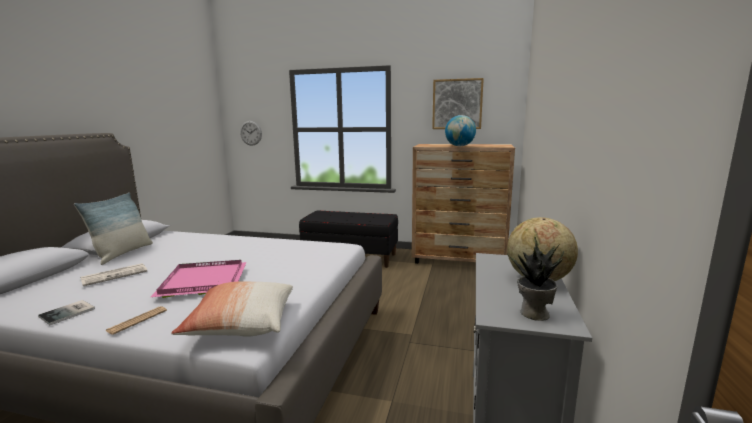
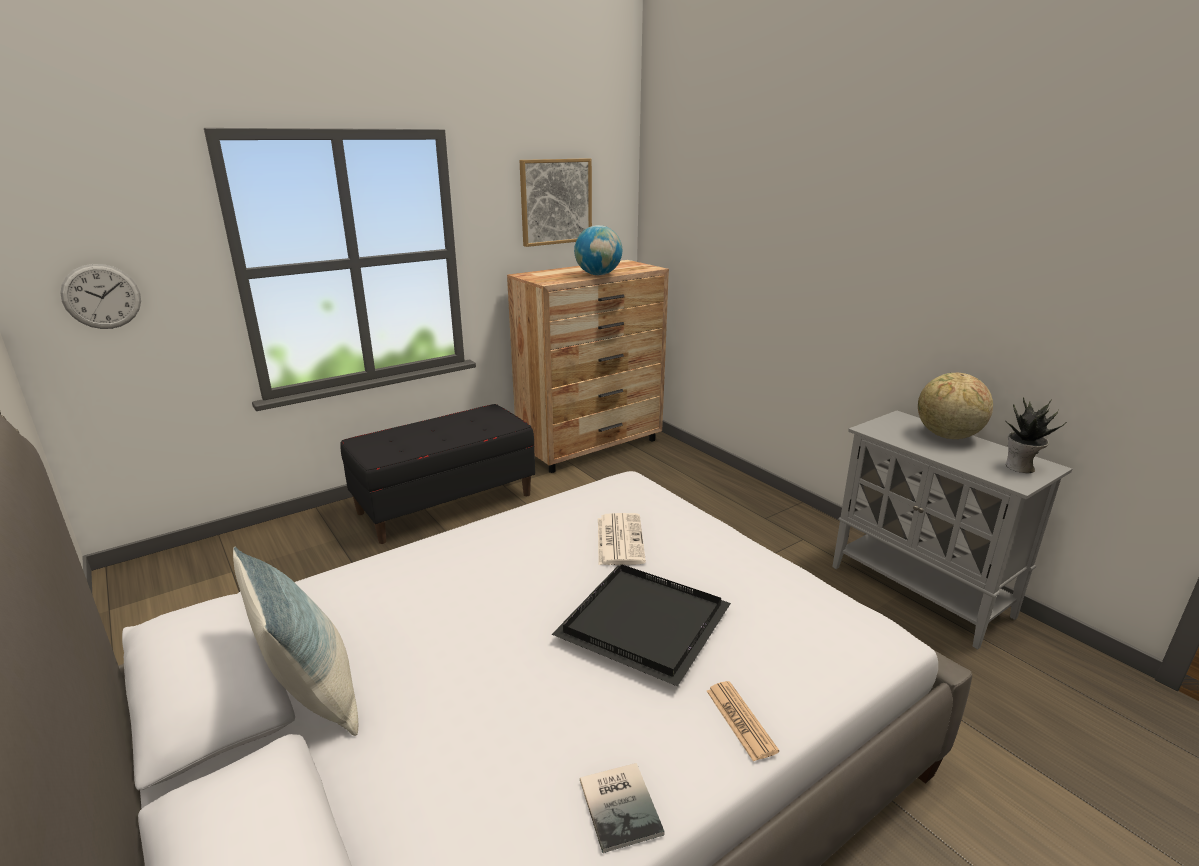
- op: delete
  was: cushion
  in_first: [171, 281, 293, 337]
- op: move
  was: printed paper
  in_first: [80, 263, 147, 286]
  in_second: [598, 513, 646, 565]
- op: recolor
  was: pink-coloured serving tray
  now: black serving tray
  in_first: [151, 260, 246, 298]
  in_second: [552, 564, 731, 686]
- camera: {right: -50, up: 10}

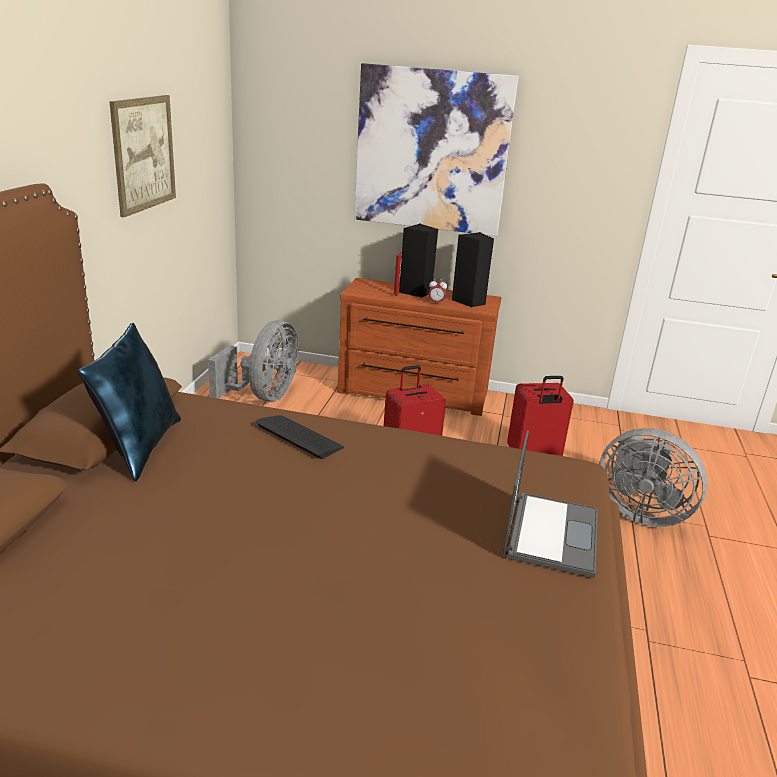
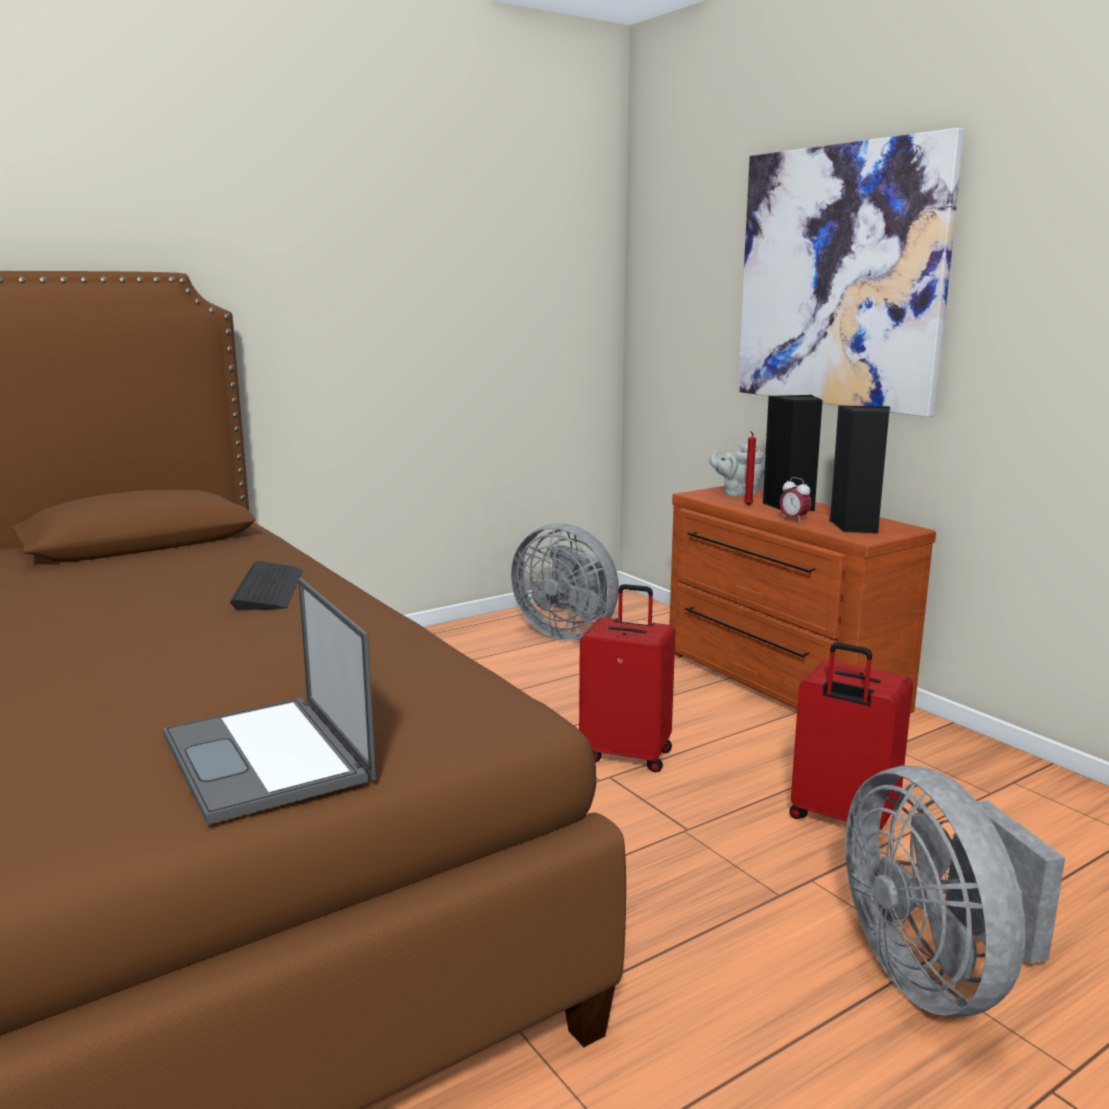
- op: delete
  was: bluish cushion
  in_first: [78, 323, 181, 481]
- op: delete
  was: picture
  in_first: [110, 95, 176, 217]
- op: insert
  now: gray teapot
  in_second: [709, 444, 765, 496]
- op: rotate
  was: gray cooling fan
  in_first: [208, 320, 299, 401]
  in_second: [511, 523, 619, 641]
  clockwise: 60
- op: rotate
  was: laptop
  in_first: [502, 430, 598, 578]
  in_second: [163, 578, 376, 825]
  clockwise: 90
- camera: {right: 45, up: -10}

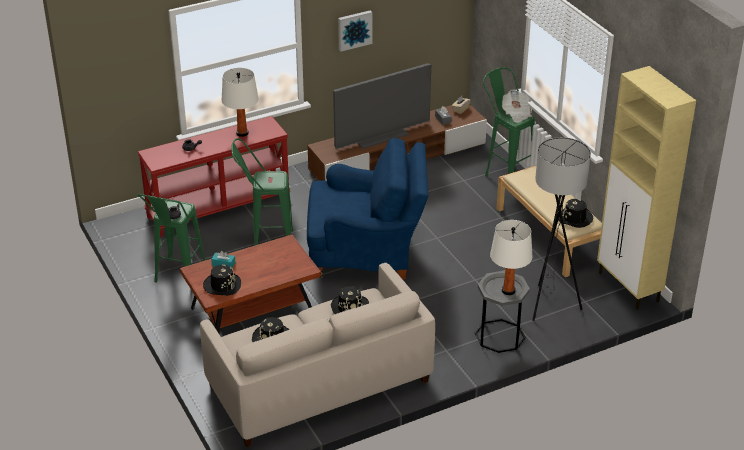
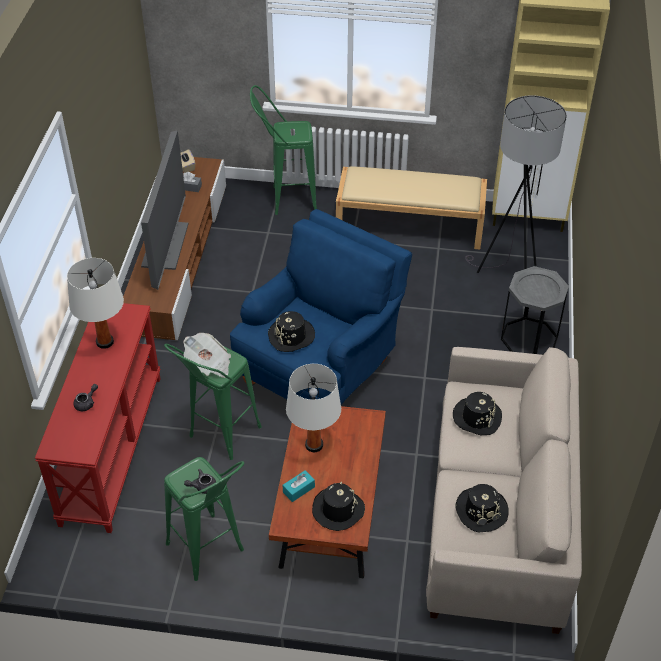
- op: delete
  was: picture
  in_first: [338, 10, 372, 52]
- op: move
  was: whitish tabletop lamp
  in_first: [490, 220, 532, 295]
  in_second: [286, 364, 341, 452]
- op: move
  was: printed paper
  in_first: [502, 90, 532, 123]
  in_second: [183, 333, 231, 378]
- op: move
  was: black hat
  in_first: [558, 198, 593, 228]
  in_second: [268, 311, 315, 352]
- camera: {right: -55, up: 10}

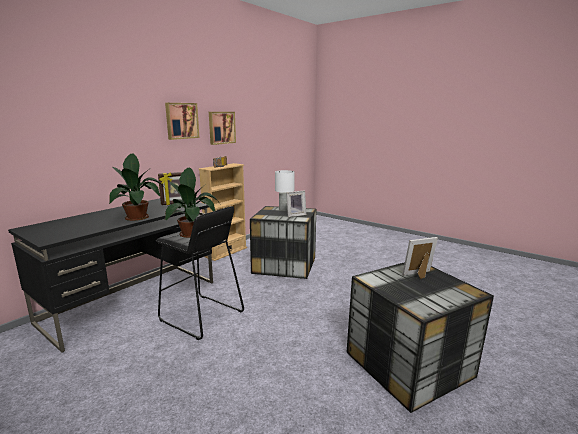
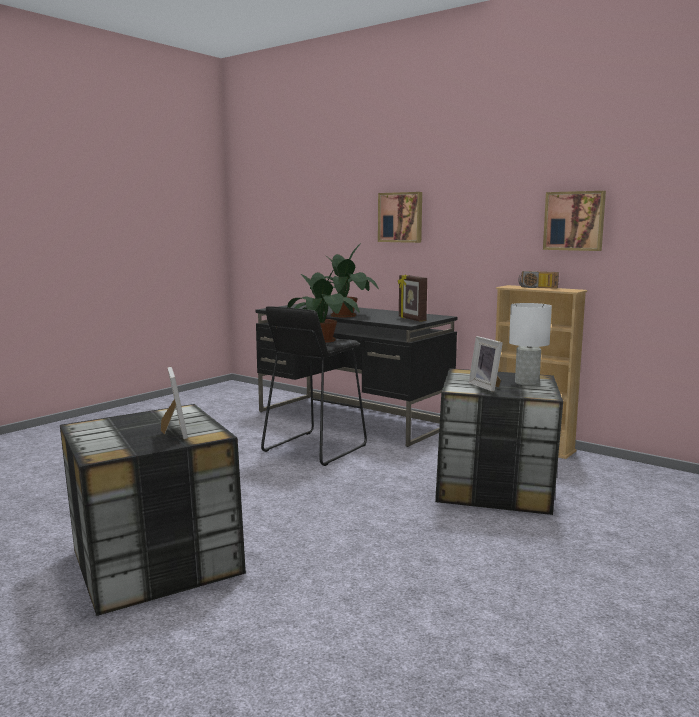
- op: move
  was: picture
  in_first: [165, 103, 199, 140]
  in_second: [378, 192, 422, 243]
- camera: {right: 90, up: -5}

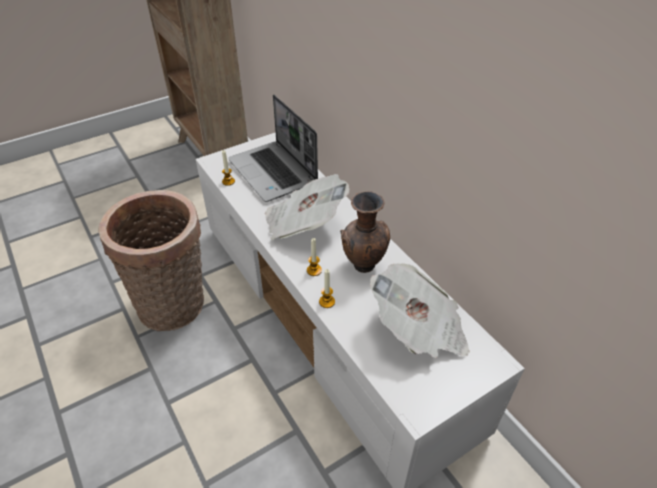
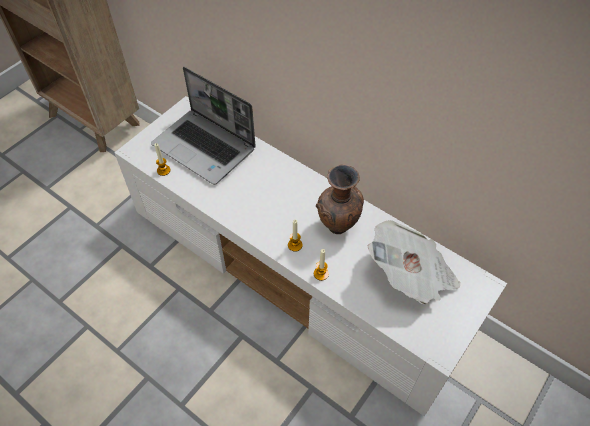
- op: delete
  was: basket
  in_first: [98, 190, 204, 331]
- op: delete
  was: printed paper
  in_first: [265, 174, 350, 240]
- camera: {right: -20, up: 10}

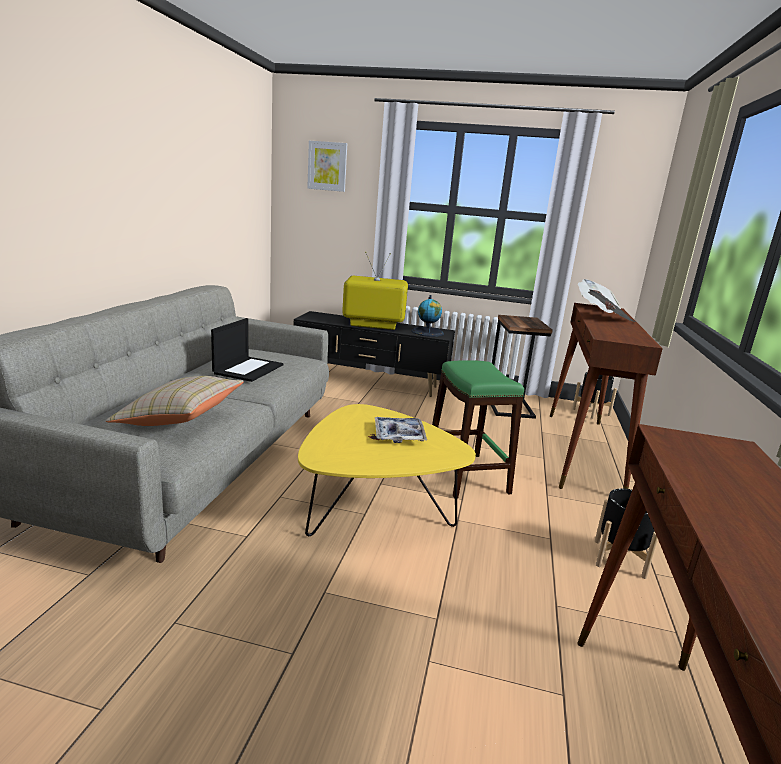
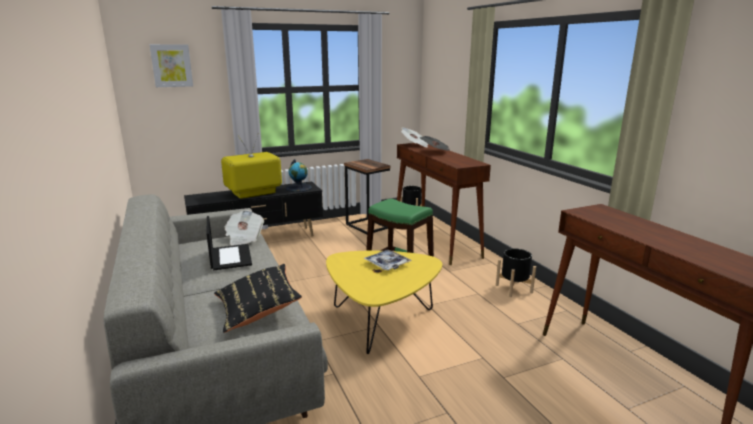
- op: insert
  now: printed paper
  in_second: [224, 210, 264, 246]
- op: recolor
  was: beige cushion
  now: black cushion
  in_first: [106, 376, 244, 426]
  in_second: [214, 264, 302, 333]
- camera: {right: -35, up: 0}

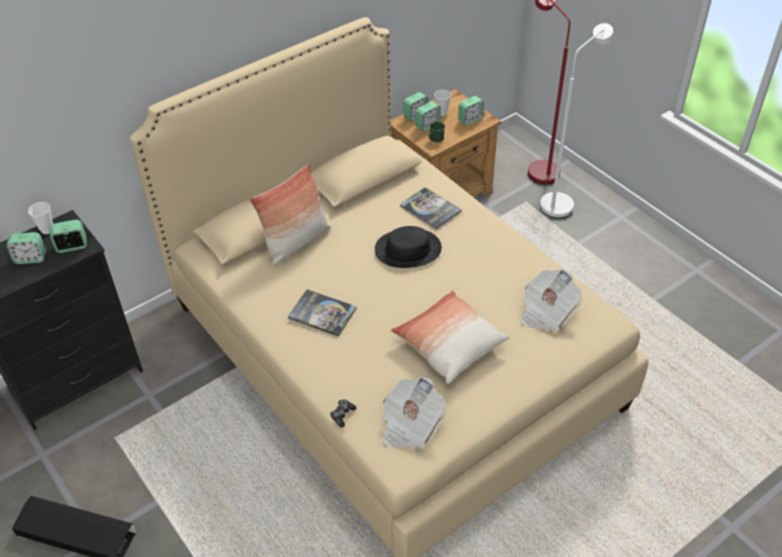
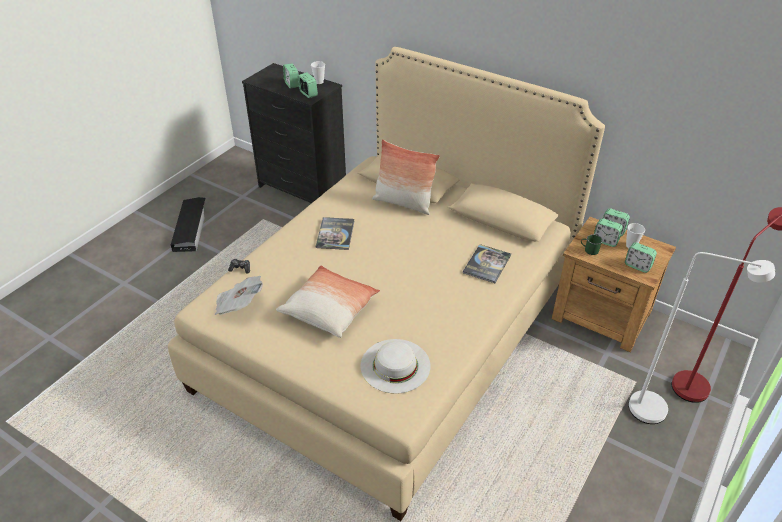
- op: delete
  was: black hat
  in_first: [375, 226, 442, 268]
- op: replace
  was: printed paper
  now: whitish hat
  in_first: [521, 269, 582, 332]
  in_second: [360, 339, 430, 394]
- camera: {right: 70, up: -5}

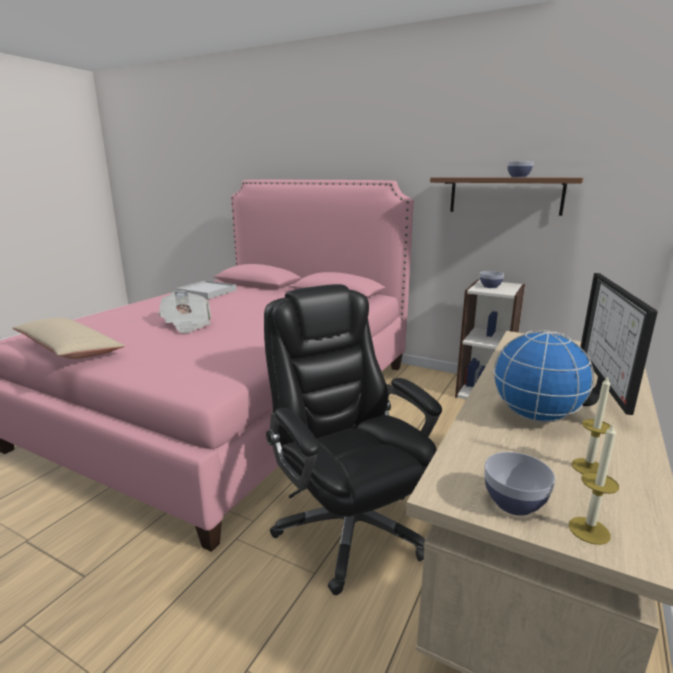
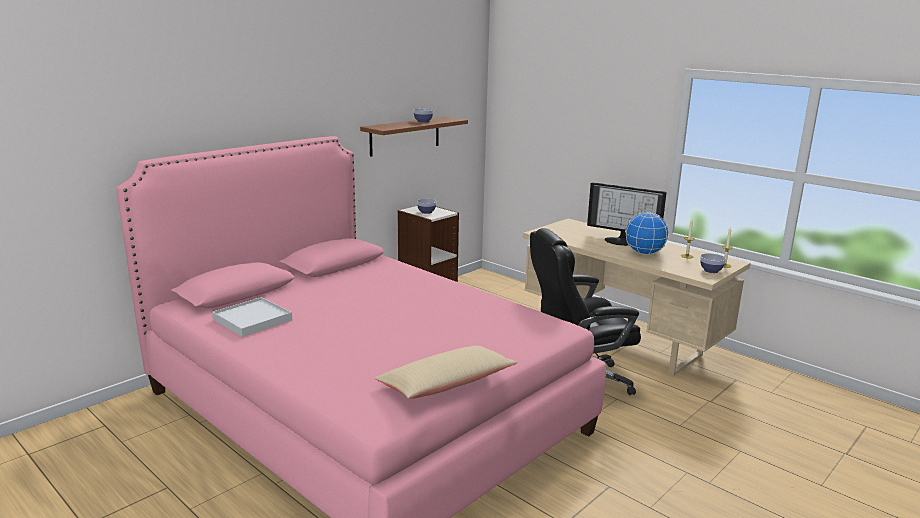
- op: delete
  was: printed paper
  in_first: [159, 290, 211, 334]
- camera: {right: -75, up: 0}

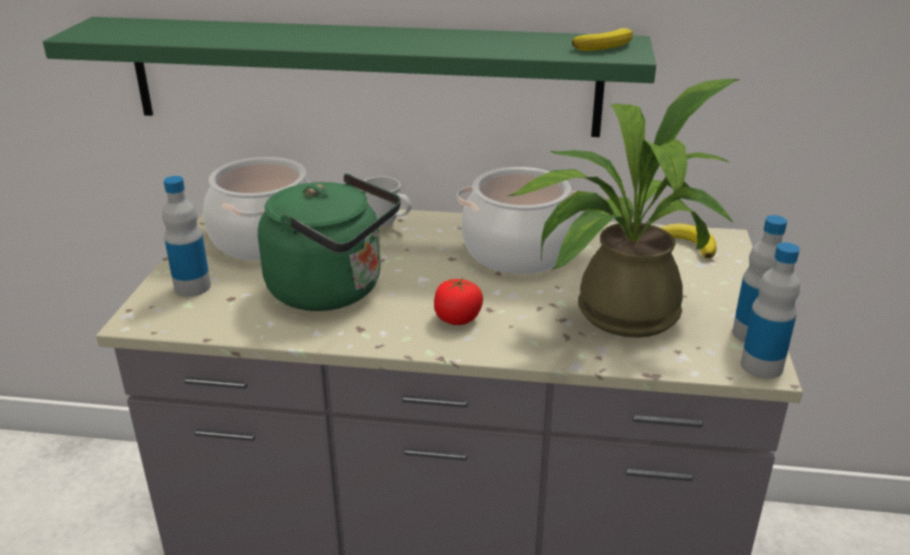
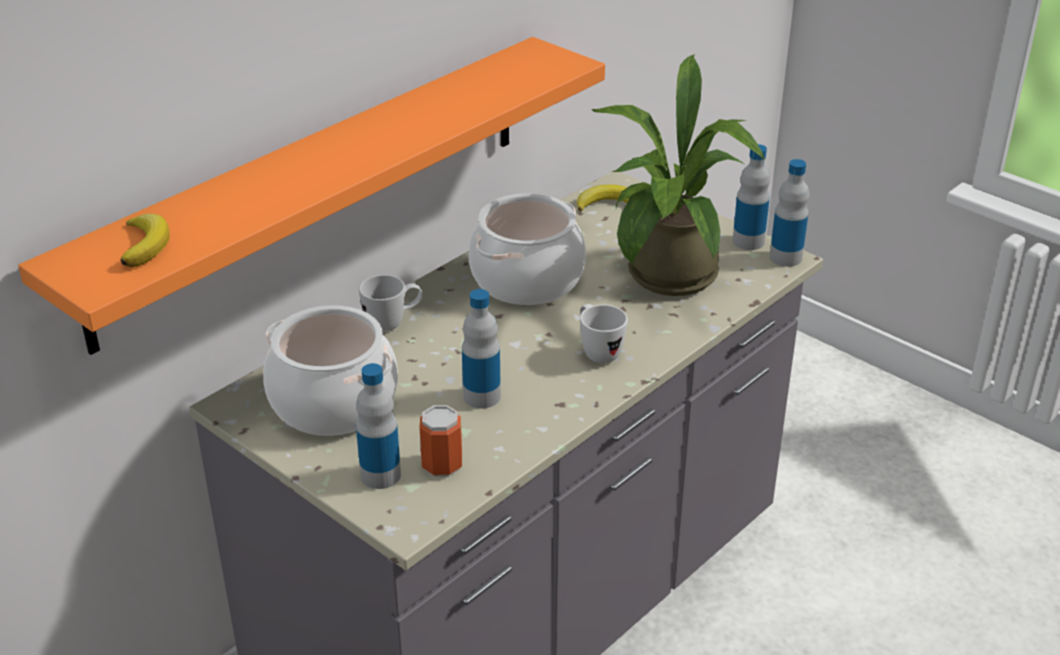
- op: insert
  now: can
  in_second: [419, 405, 462, 477]
- op: move
  was: banana
  in_first: [572, 28, 633, 51]
  in_second: [120, 214, 170, 267]
- op: replace
  was: green-coloured kettle
  now: bottle
  in_first: [258, 174, 401, 311]
  in_second: [462, 289, 501, 408]
- op: replace
  was: fresh tomato
  now: whitish coffee mug
  in_first: [434, 278, 483, 325]
  in_second: [580, 304, 628, 363]
- op: recolor
  was: green-coloured wall shelf
  now: orange-coloured wall shelf
  in_first: [43, 17, 656, 137]
  in_second: [18, 37, 605, 355]
- camera: {right: -55, up: 5}

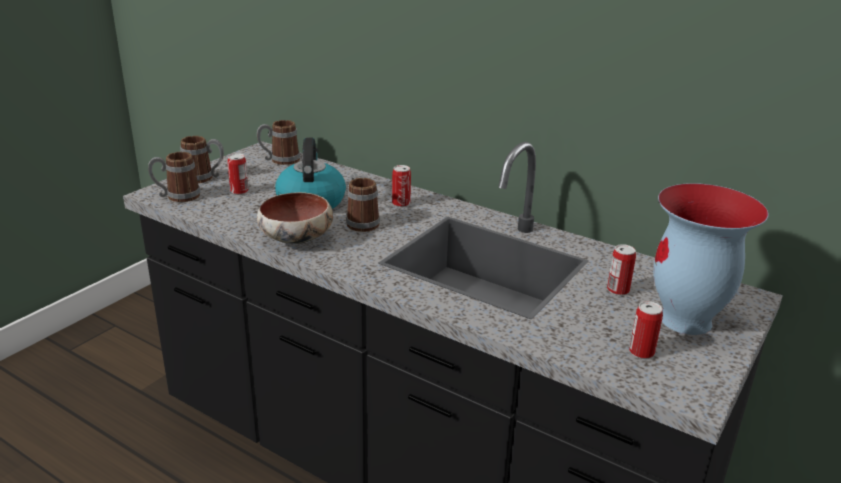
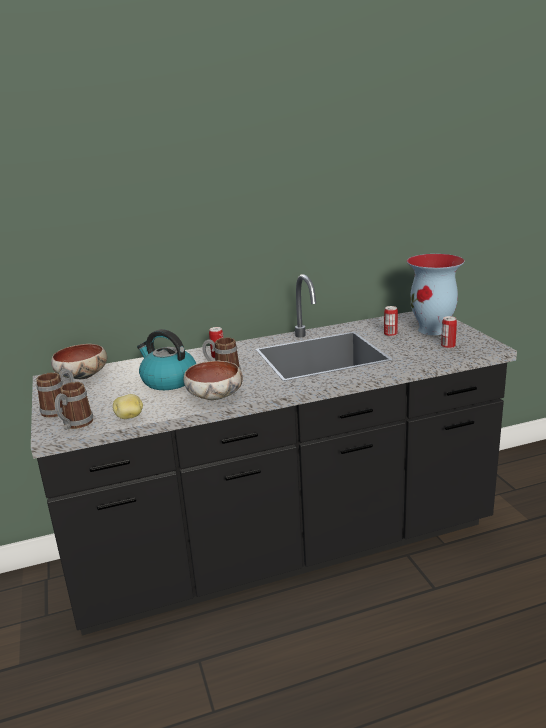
- op: delete
  was: can
  in_first: [227, 153, 248, 195]
- op: insert
  now: potato
  in_second: [113, 394, 143, 419]
- op: replace
  was: coffee mug
  now: bowl
  in_first: [257, 120, 300, 165]
  in_second: [51, 344, 107, 379]
- camera: {right: -50, up: -5}

